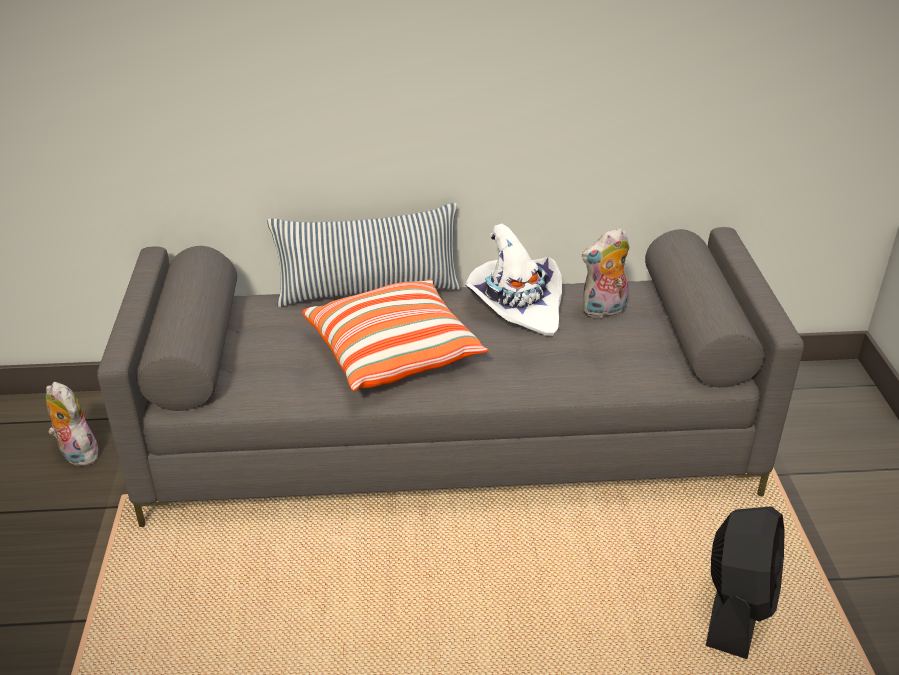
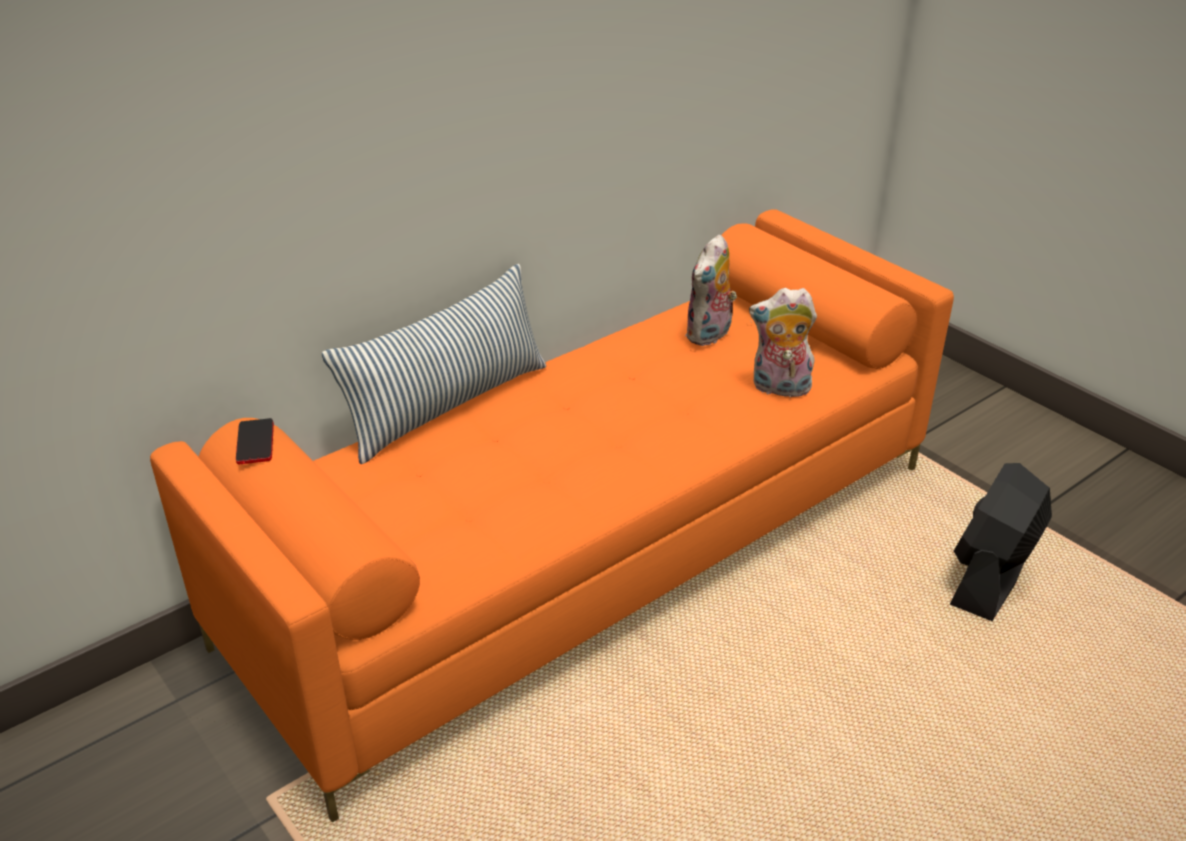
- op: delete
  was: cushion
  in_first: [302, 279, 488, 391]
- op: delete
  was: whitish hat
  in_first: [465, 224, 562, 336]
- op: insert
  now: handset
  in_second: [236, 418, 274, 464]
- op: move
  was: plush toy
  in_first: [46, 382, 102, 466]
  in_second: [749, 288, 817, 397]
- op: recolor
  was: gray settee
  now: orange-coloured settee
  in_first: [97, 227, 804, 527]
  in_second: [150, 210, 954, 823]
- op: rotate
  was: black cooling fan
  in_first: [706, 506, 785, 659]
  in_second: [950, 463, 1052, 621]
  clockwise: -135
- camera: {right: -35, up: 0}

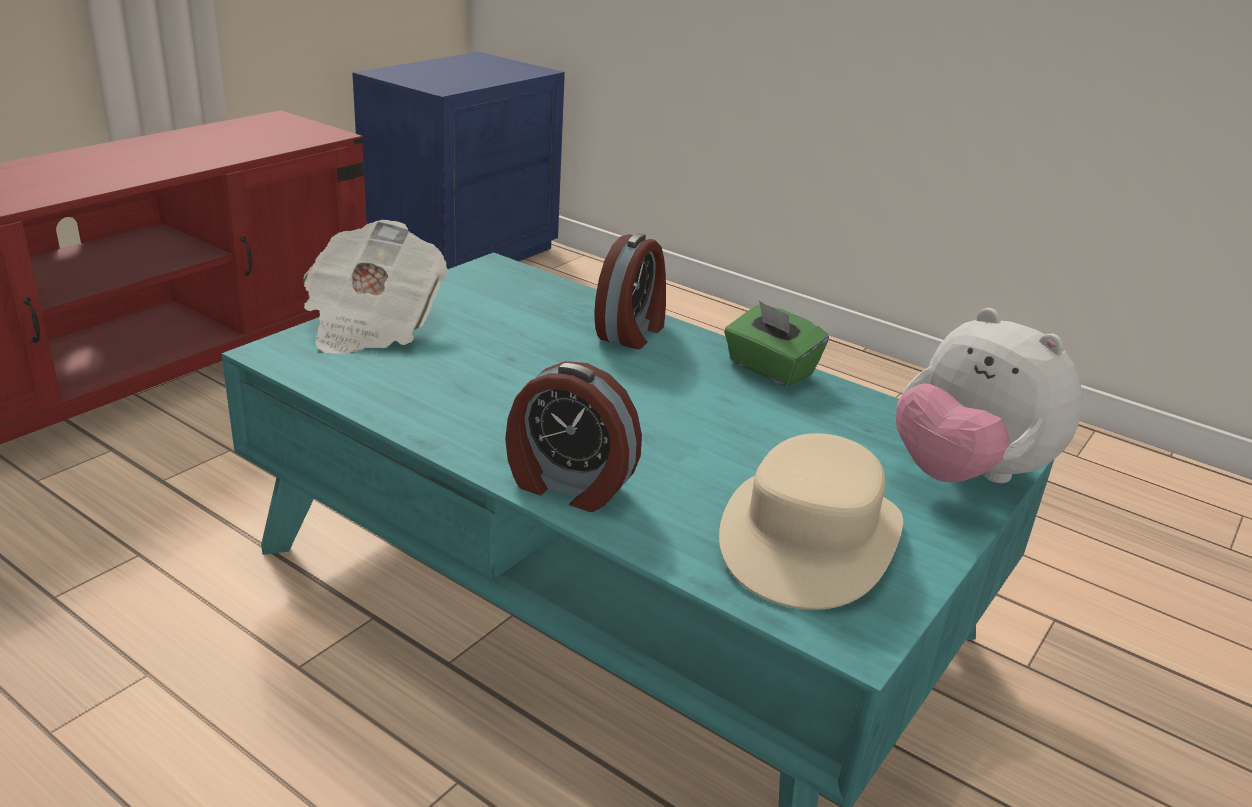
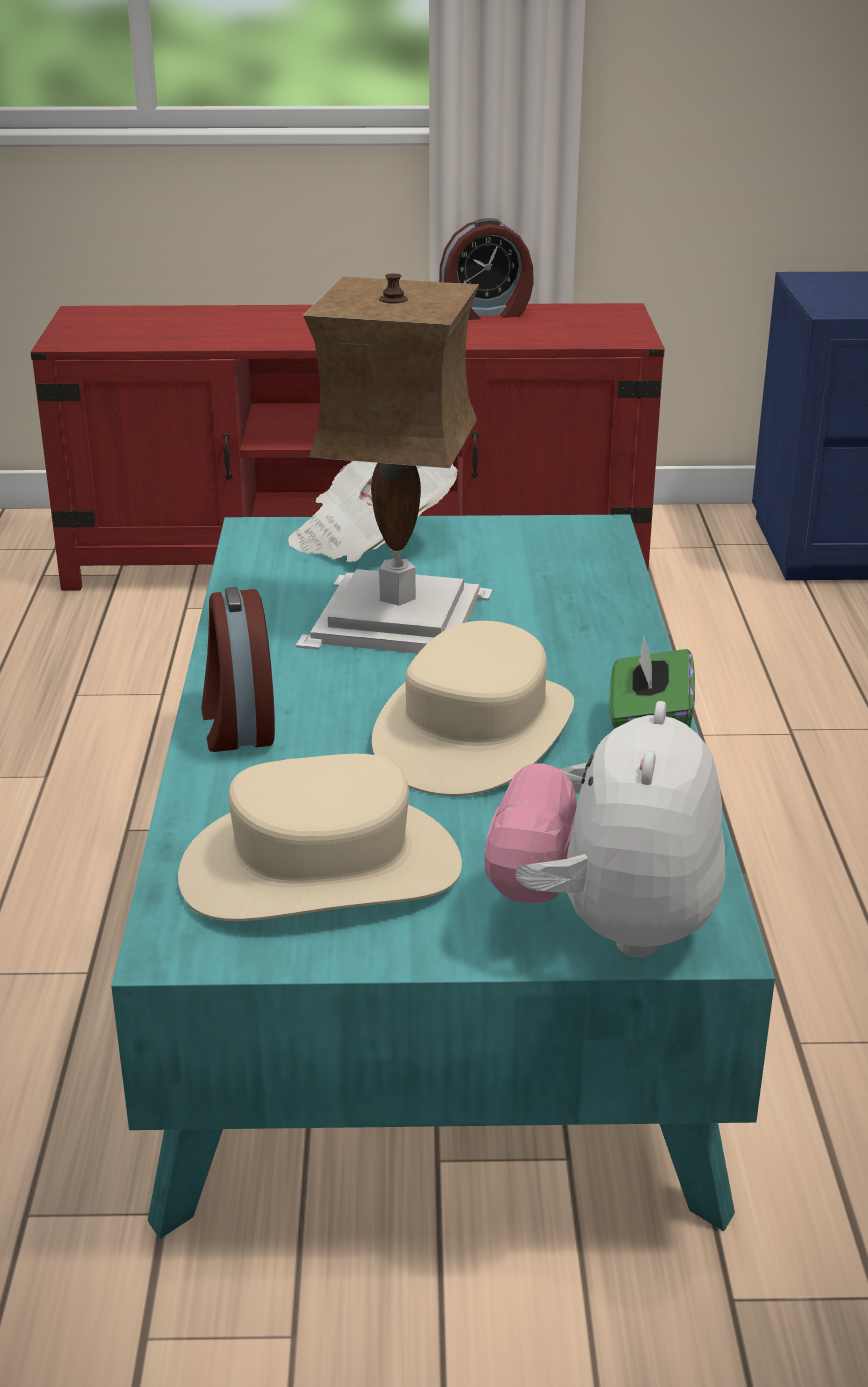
- op: insert
  now: tabletop lamp
  in_second: [296, 273, 493, 654]
- op: insert
  now: beige hat
  in_second: [372, 621, 574, 796]
- op: move
  was: alarm clock
  in_first: [594, 233, 666, 349]
  in_second: [439, 218, 534, 320]
- camera: {right: 55, up: 0}

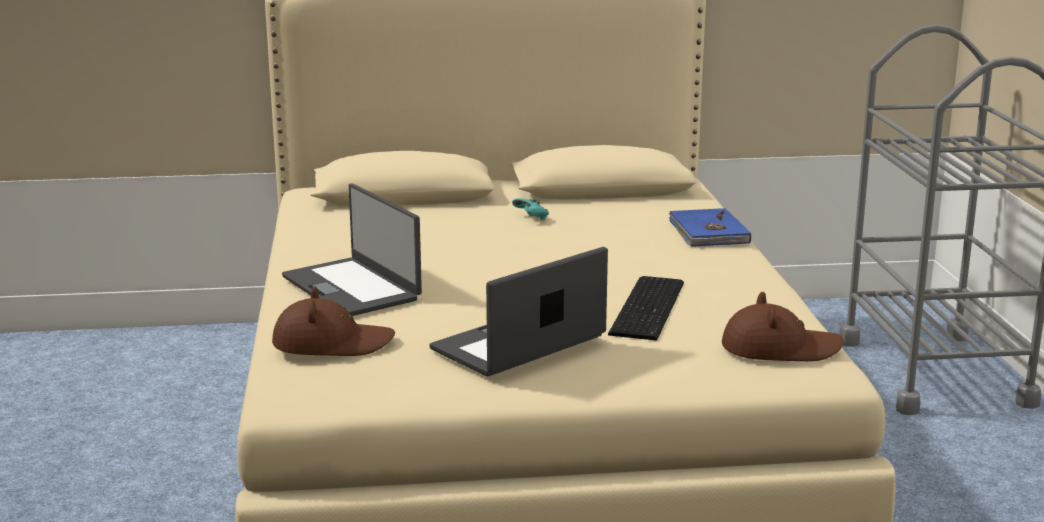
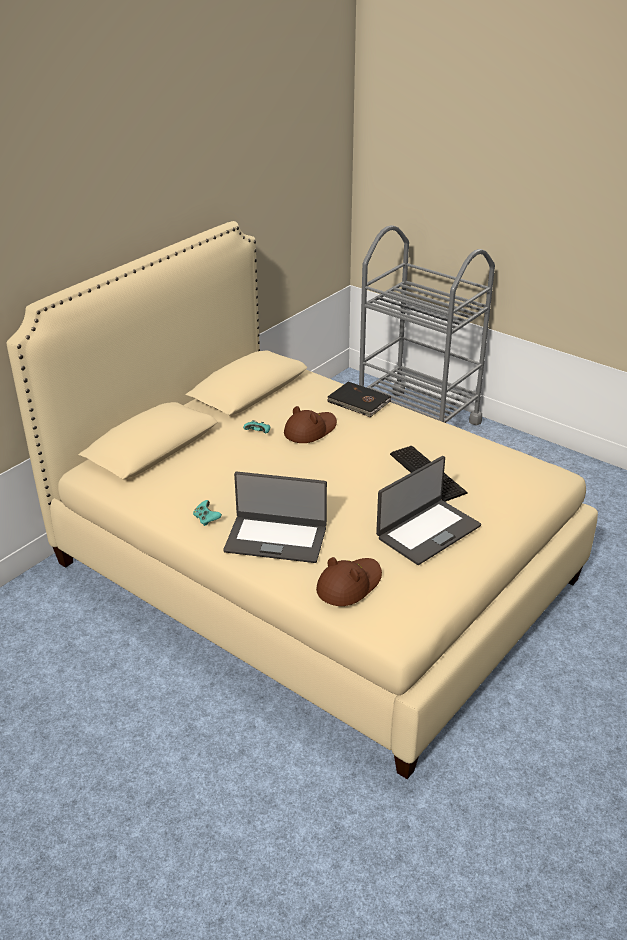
- op: insert
  now: blue-green joypad
  in_second: [193, 500, 222, 526]
- op: move
  was: brownish hat
  in_first: [722, 292, 844, 361]
  in_second: [284, 406, 337, 443]
- op: recolor
  was: bluish book
  now: black book
  in_first: [669, 208, 751, 247]
  in_second: [327, 382, 391, 417]
- op: rotate
  was: laptop
  in_first: [429, 247, 608, 376]
  in_second: [376, 456, 481, 565]
  clockwise: -135
- camera: {right: -45, up: 15}

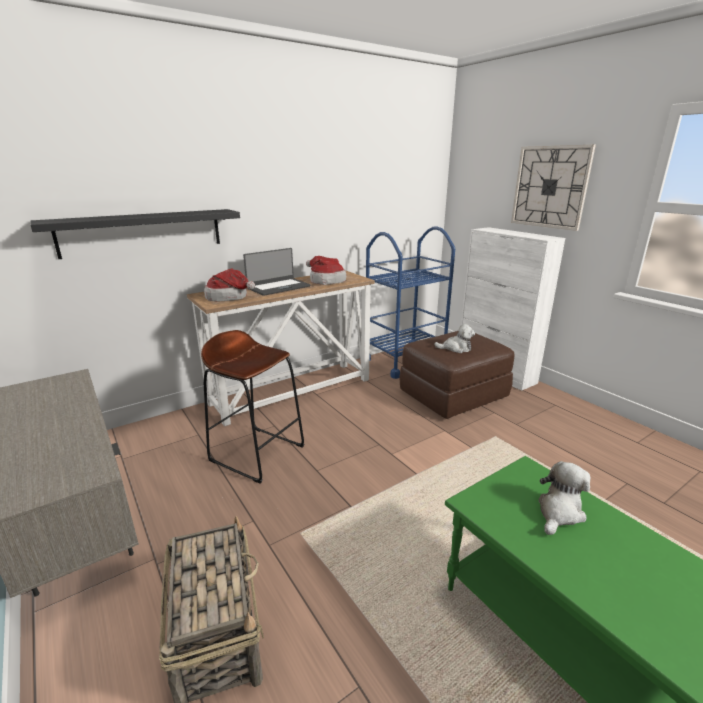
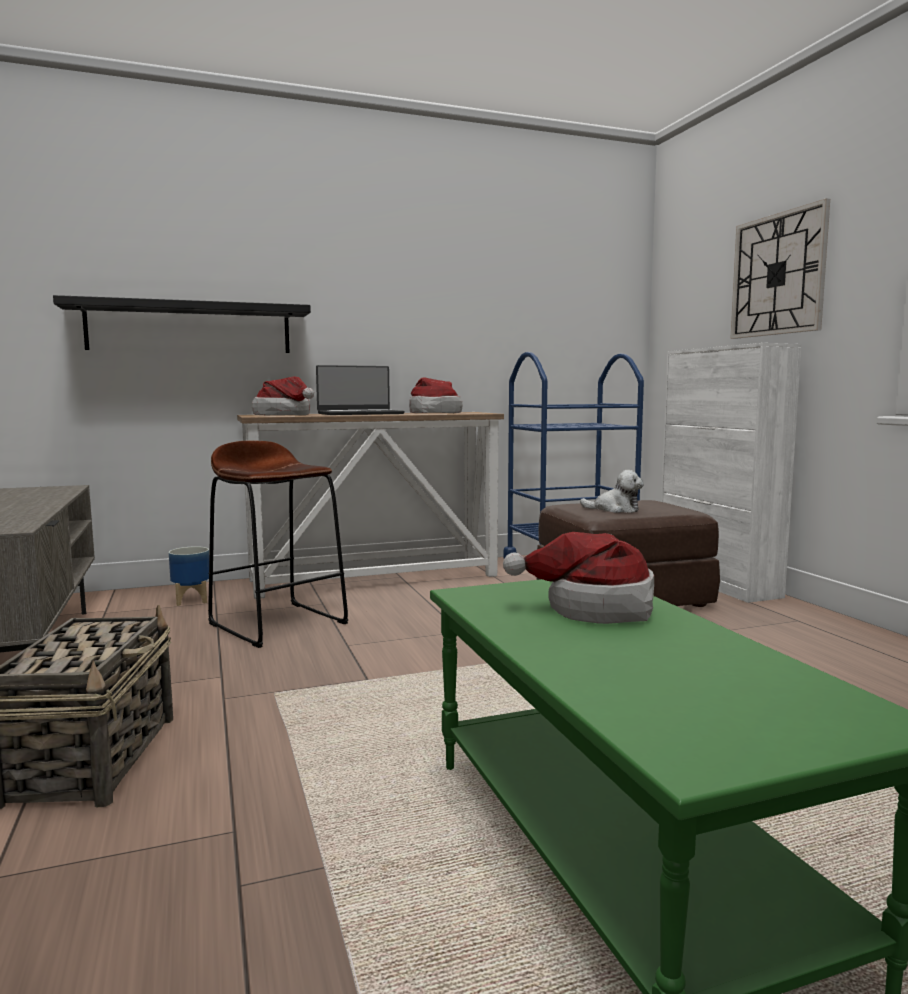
- op: insert
  now: plant pot
  in_second: [169, 546, 209, 606]
- op: replace
  was: plush toy
  now: hat
  in_first: [538, 461, 591, 535]
  in_second: [503, 532, 654, 624]
- camera: {right: 15, up: -15}

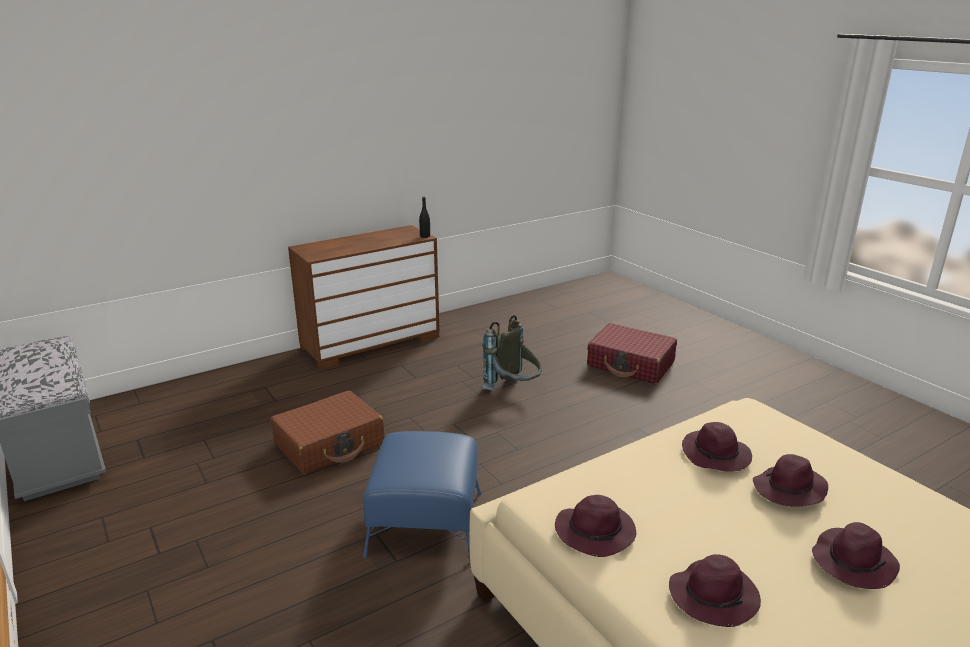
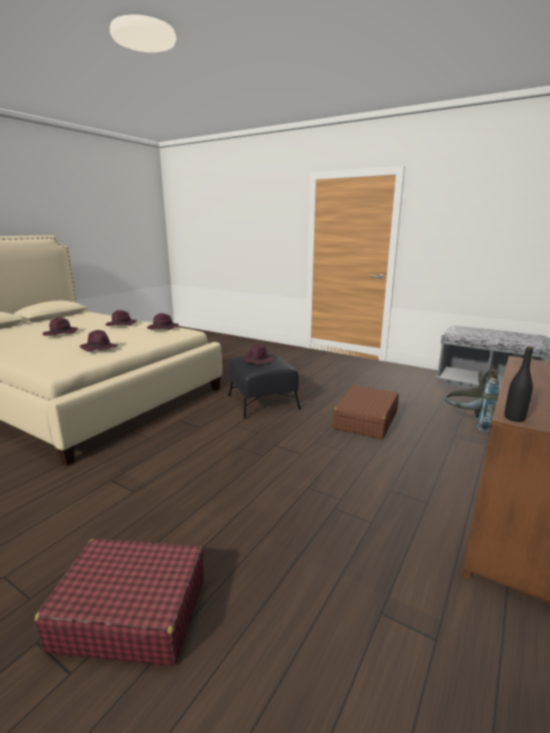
- op: move
  was: gray knapsack
  in_first: [481, 315, 542, 391]
  in_second: [445, 365, 499, 432]
- op: move
  was: purplish hat
  in_first: [753, 454, 828, 507]
  in_second: [242, 344, 274, 364]
- op: recolor
  was: bluish pouffe
  now: black pouffe
  in_first: [363, 431, 481, 562]
  in_second: [228, 353, 301, 419]
- camera: {right: 155, up: -5}

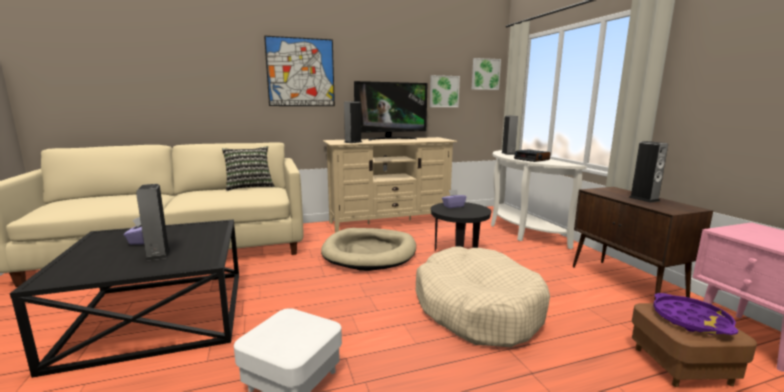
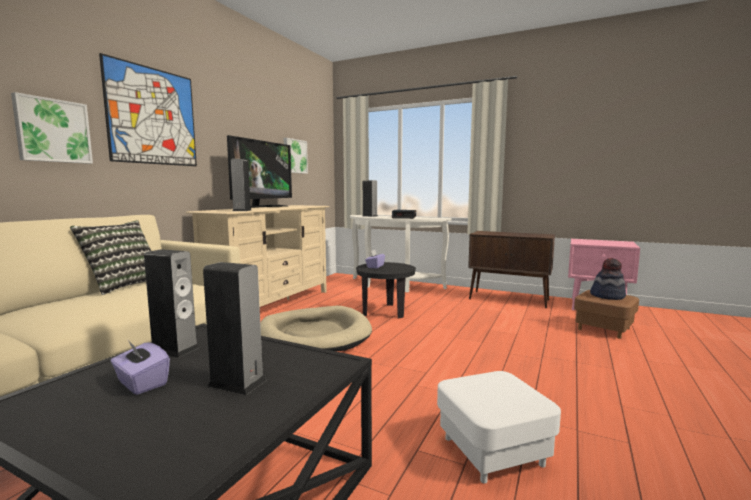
- op: delete
  was: beige pet bed
  in_first: [416, 246, 550, 347]
- op: move
  was: picture
  in_first: [472, 58, 501, 90]
  in_second: [11, 92, 93, 164]
- op: move
  was: loudspeaker
  in_first: [629, 141, 668, 203]
  in_second: [144, 249, 200, 358]
- op: replace
  was: purplish serving tray
  now: hat
  in_first: [653, 293, 738, 335]
  in_second: [590, 258, 626, 300]
- camera: {right: -45, up: -5}

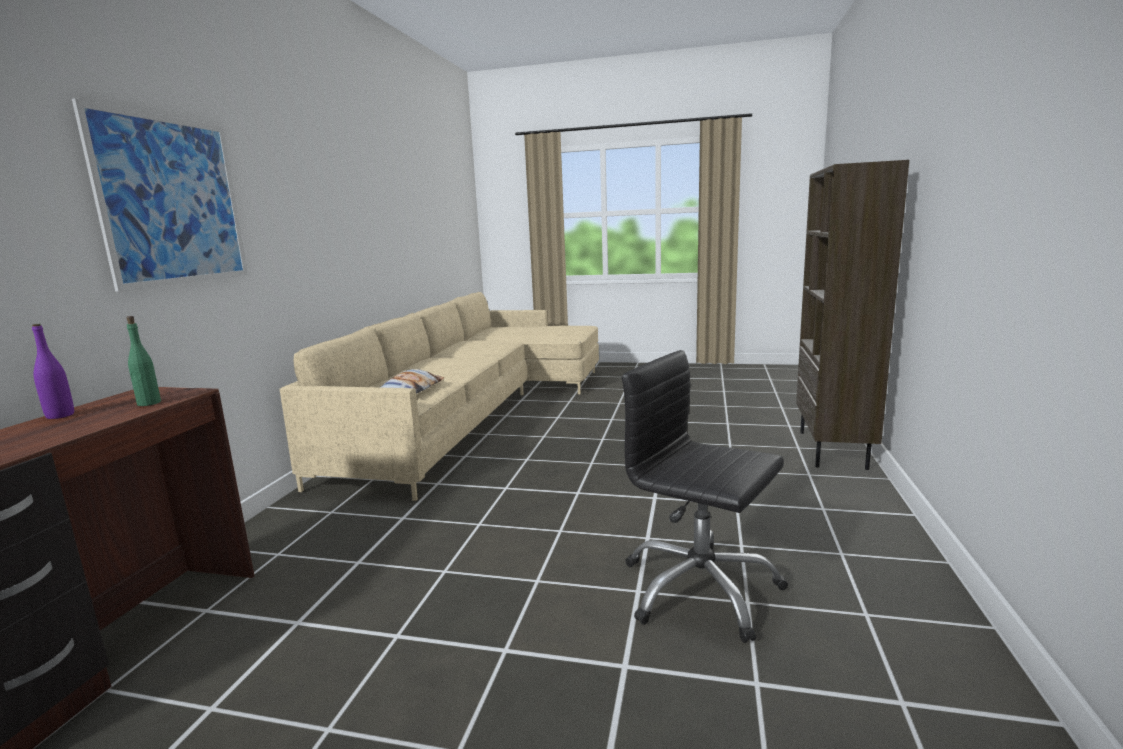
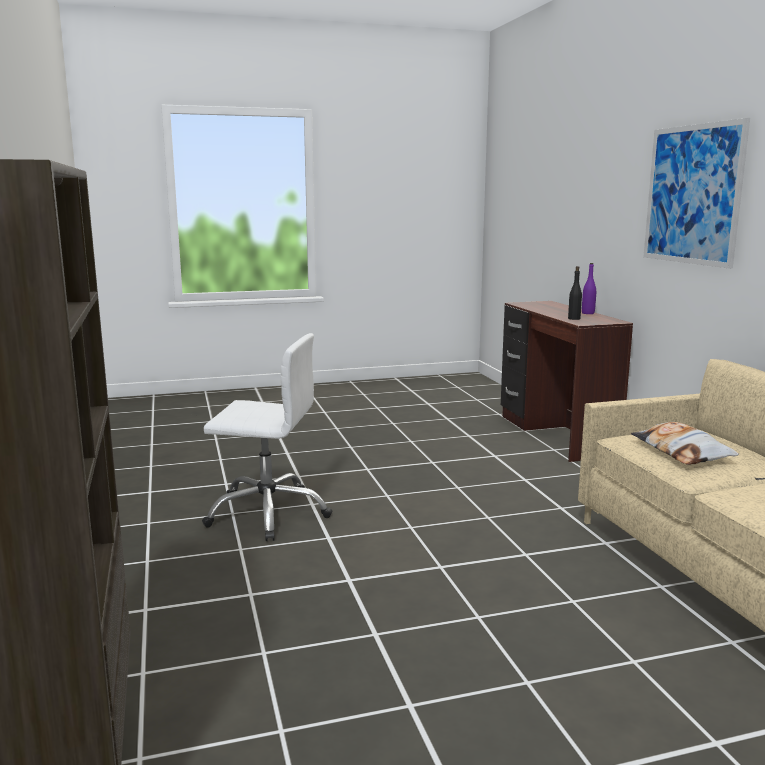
- op: recolor
  was: green-coloured bottle
  now: black bottle
  in_first: [126, 316, 161, 406]
  in_second: [568, 266, 582, 320]
- op: recolor
  was: black desk chair
  now: whitish desk chair
  in_first: [622, 350, 788, 643]
  in_second: [202, 333, 332, 541]
- camera: {right: 150, up: 0}

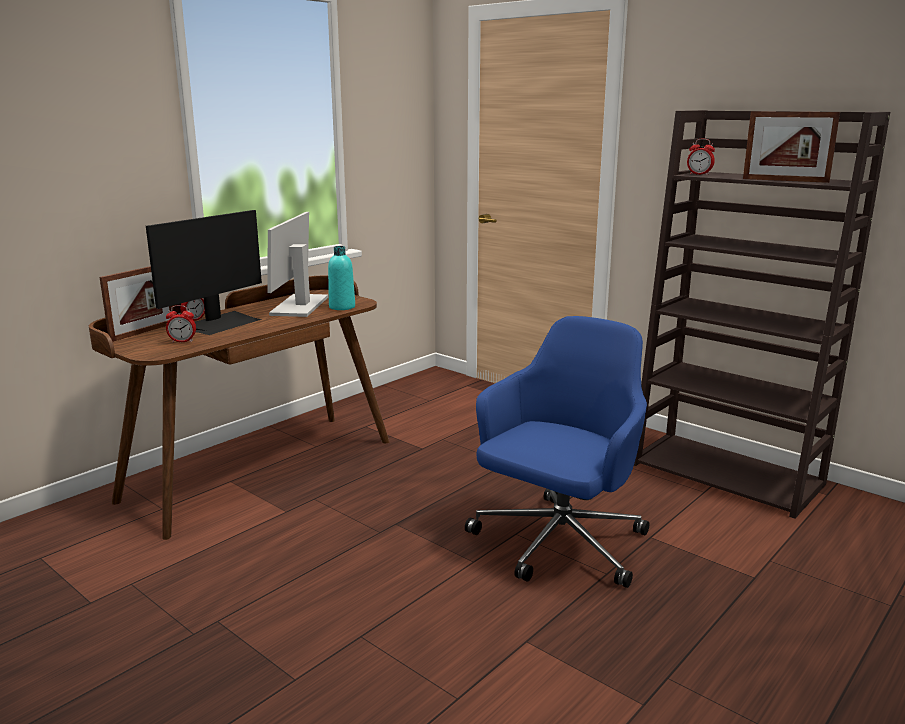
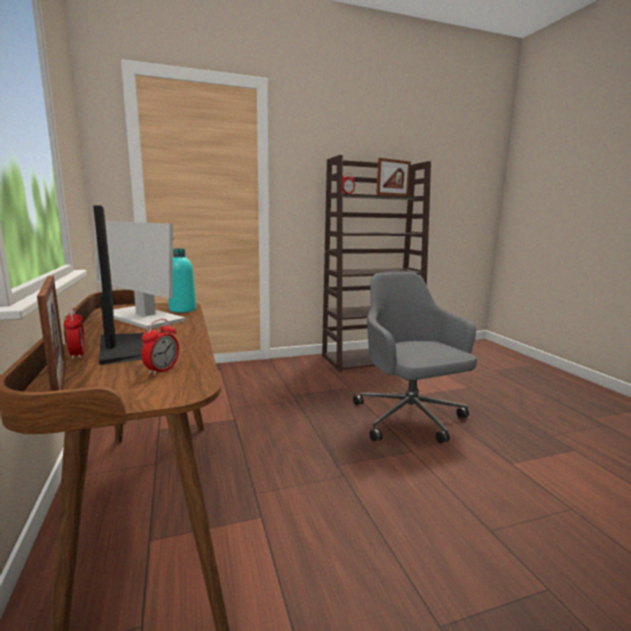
- op: recolor
  was: bluish desk chair
  now: gray desk chair
  in_first: [465, 316, 649, 588]
  in_second: [353, 272, 477, 443]
- camera: {right: -60, up: -5}

